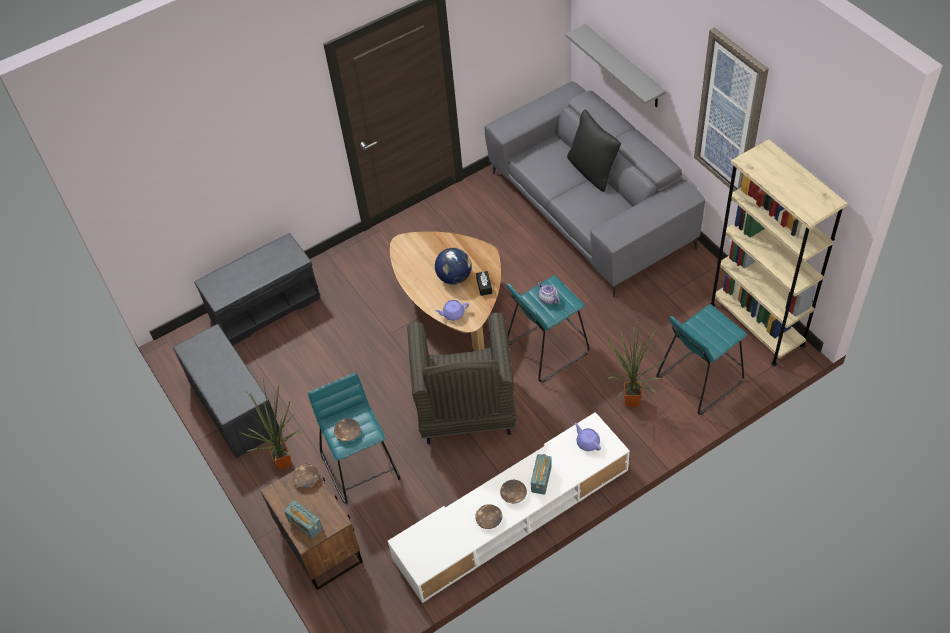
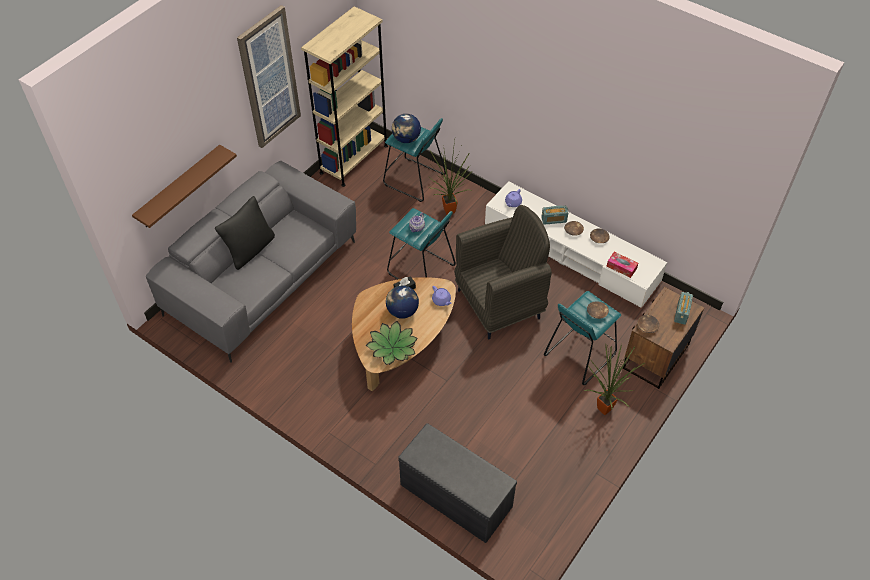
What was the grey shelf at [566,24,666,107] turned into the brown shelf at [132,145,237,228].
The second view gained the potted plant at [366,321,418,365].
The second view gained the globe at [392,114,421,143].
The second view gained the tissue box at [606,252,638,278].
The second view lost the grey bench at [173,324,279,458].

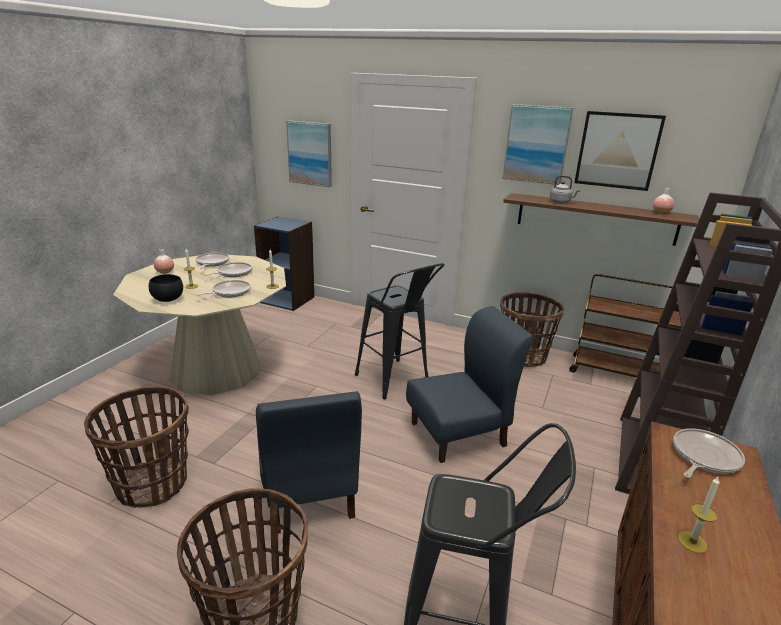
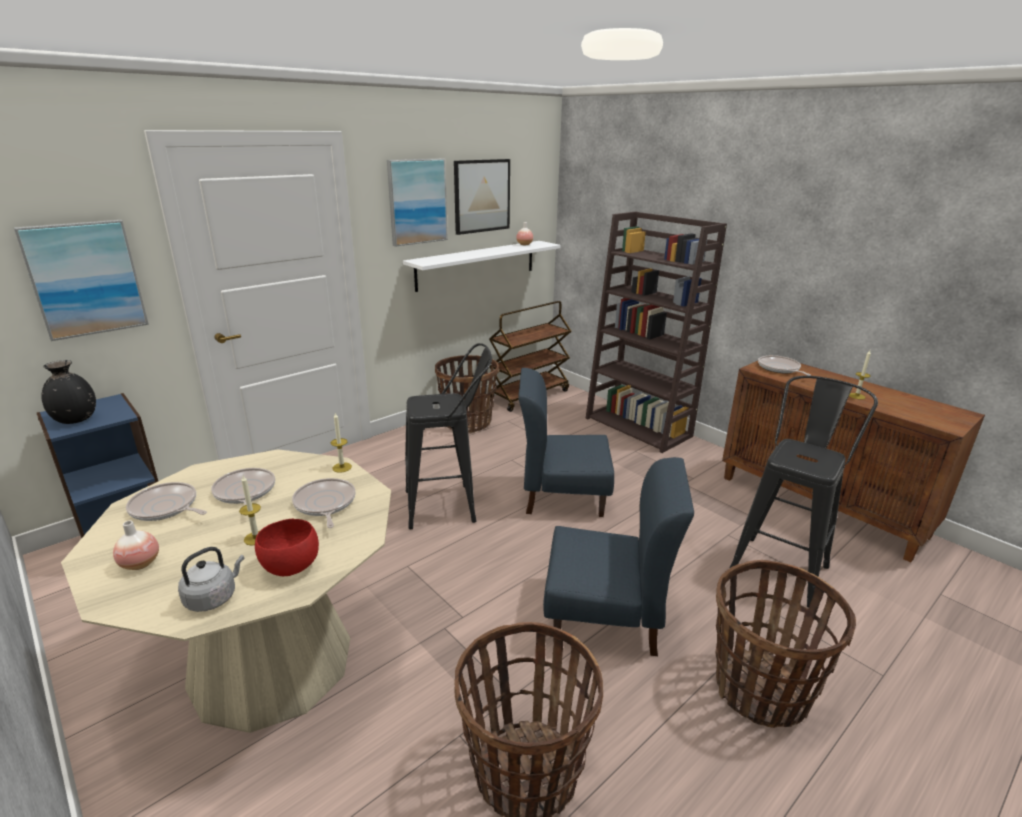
The second view gained the black vase at [41,360,96,424].
The grey kettle ended up elsewhere, having gone from [550,175,580,203] to [178,547,244,612].
What was the black bowl at [149,274,183,302] turned into the red bowl at [255,519,319,576].
What was the brown shelf at [503,193,699,246] turned into the white shelf at [403,241,561,292].
The blue chair at [406,306,533,463] ended up facing another way, 90 degrees counterclockwise from before.

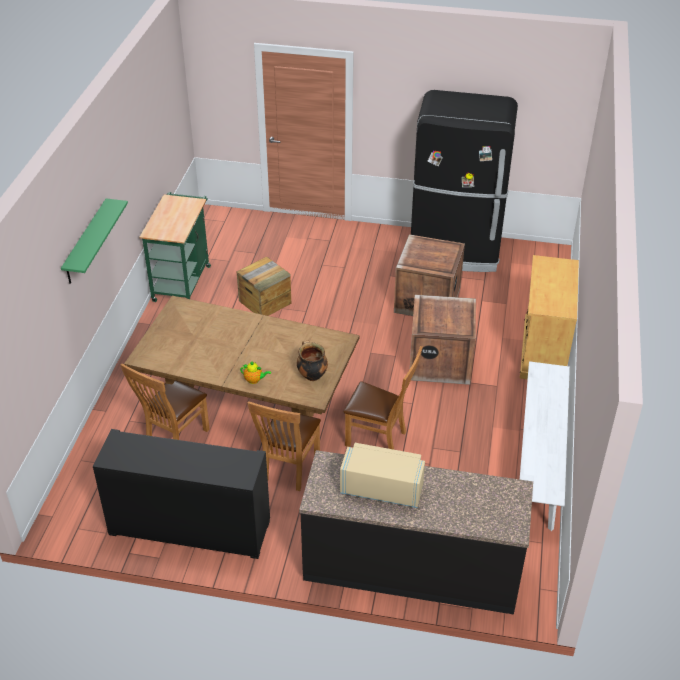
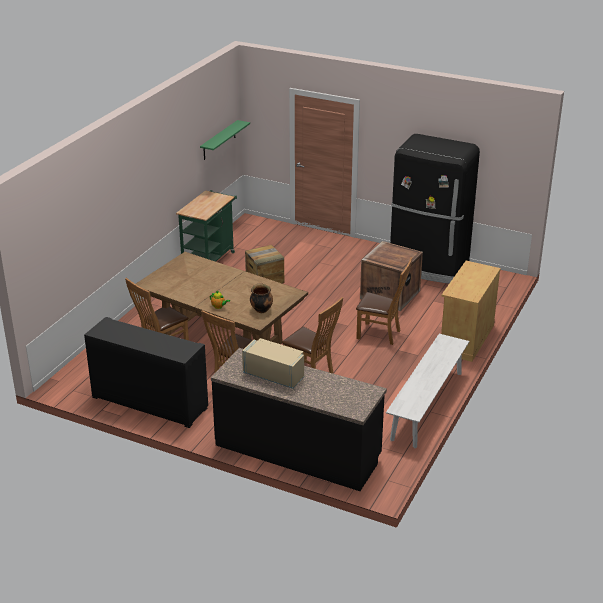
The green shelf ended up elsewhere, having gone from [61,199,128,284] to [200,120,250,160].
Where the crate stood at [410,295,476,385], the brown chair came to stand at [356,257,412,345].

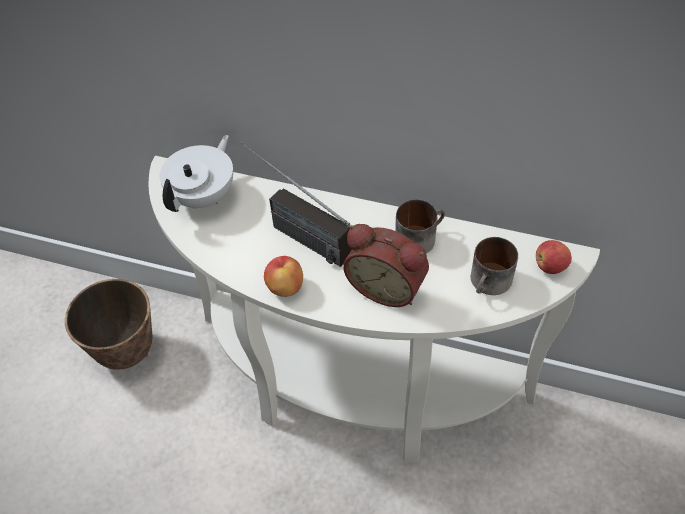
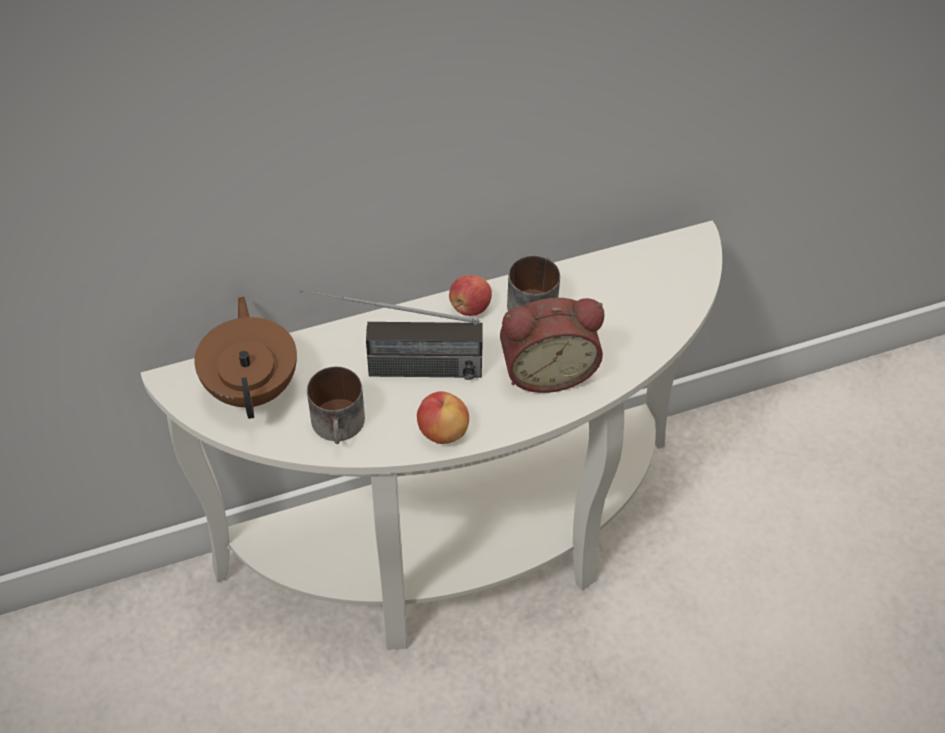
What was the white teapot at [160,135,233,212] turned into the brown teapot at [194,296,297,419].
The mug ended up elsewhere, having gone from [471,237,518,295] to [307,367,365,444].
The apple ended up elsewhere, having gone from [536,240,572,274] to [449,275,492,316].
The second view lost the planter at [65,279,152,370].

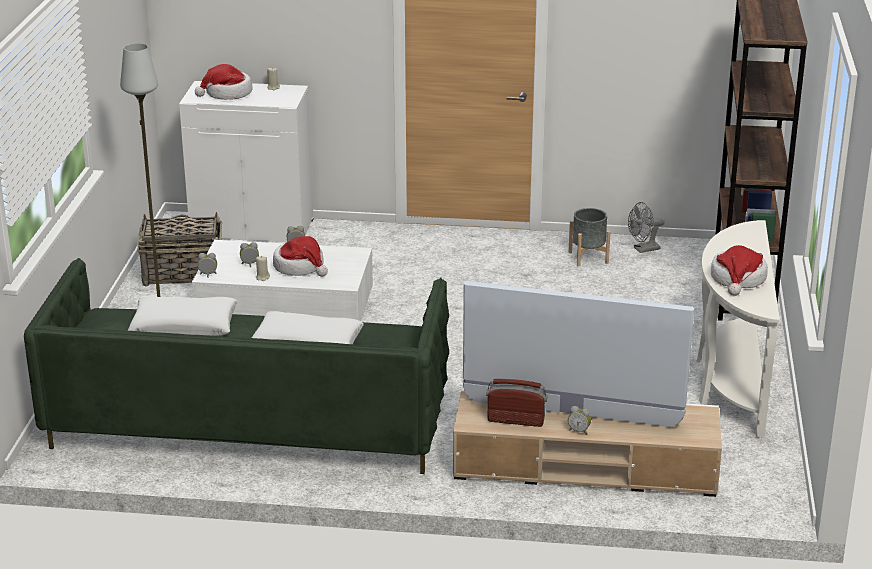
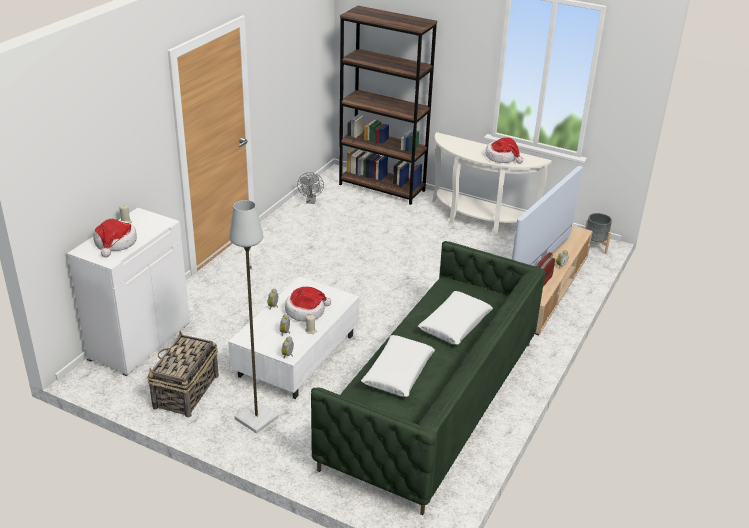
The grey planter ended up elsewhere, having gone from [568,208,611,267] to [585,213,612,254].

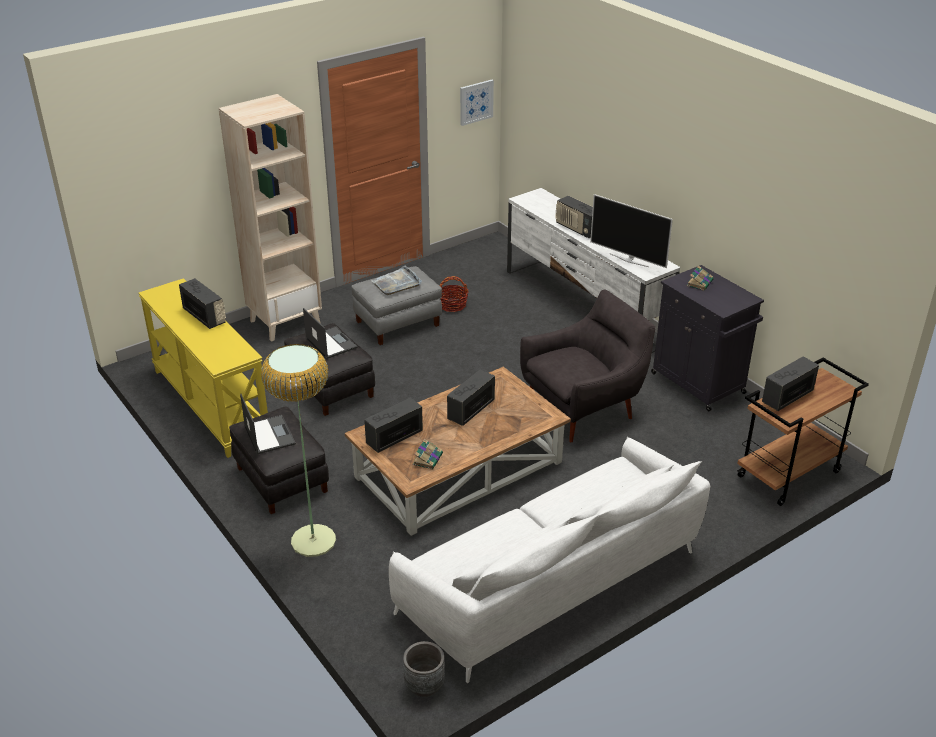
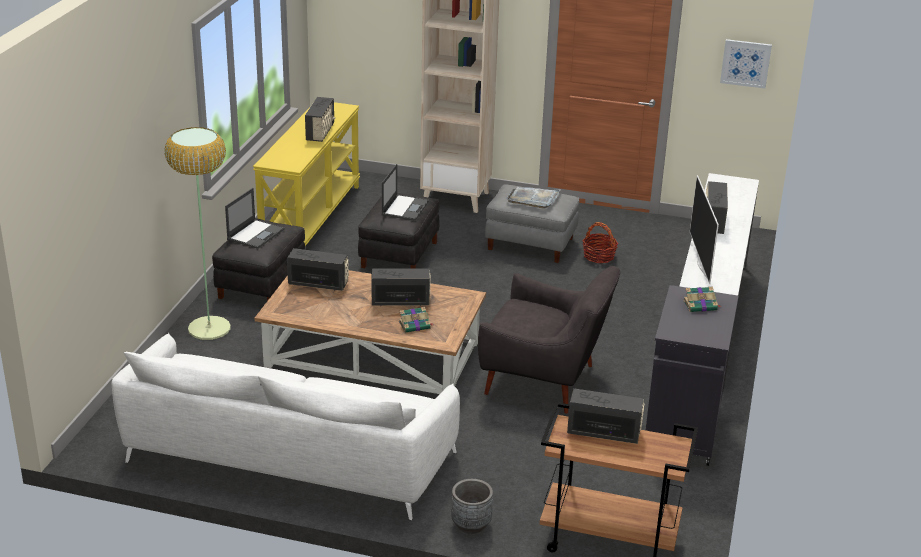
The book ended up elsewhere, having gone from [413,439,443,470] to [399,307,433,333].
The grey planter ended up elsewhere, having gone from [403,641,445,697] to [451,479,493,534].

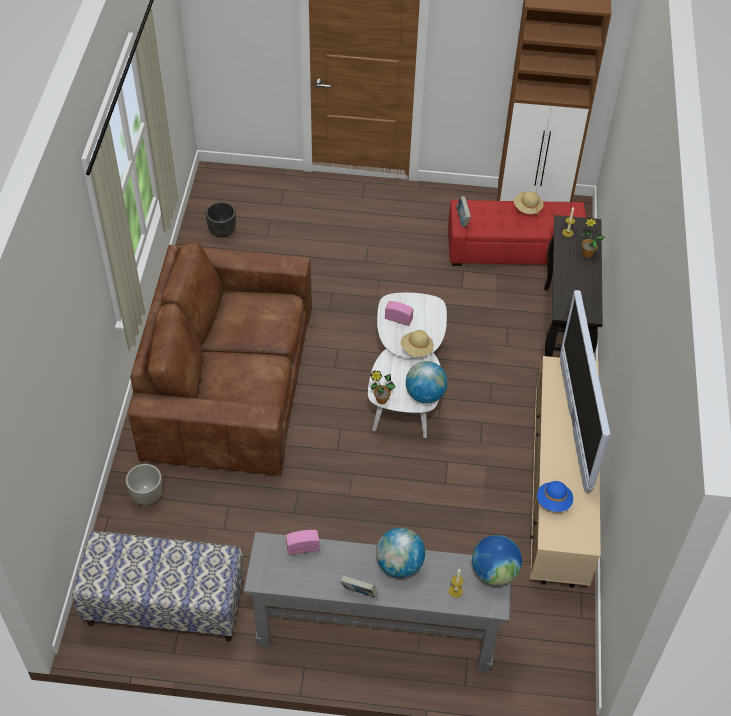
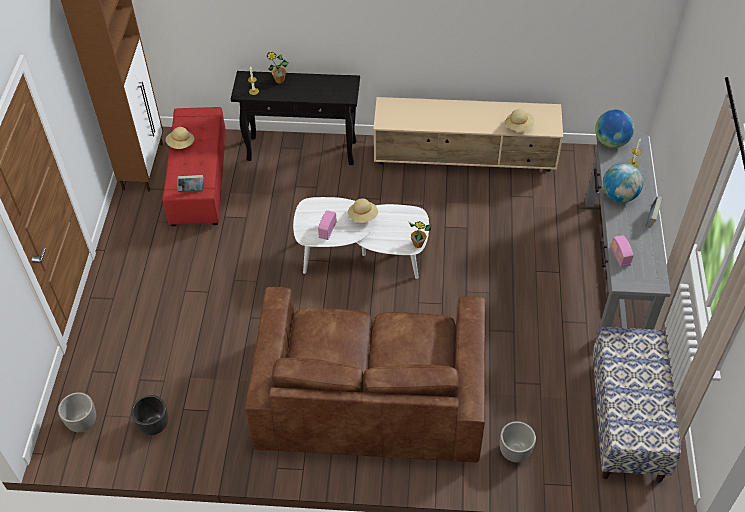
The second view gained the planter at [58,392,96,432].
What was the blue hat at [537,481,573,512] turned into the beige hat at [505,109,534,131].
The second view lost the globe at [406,361,448,403].
The second view lost the television at [560,290,610,492].

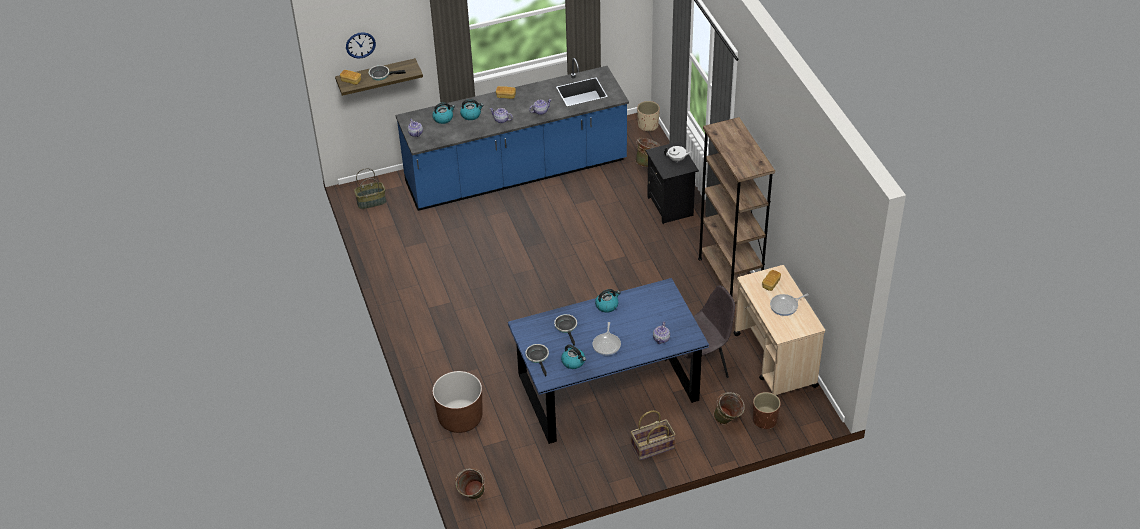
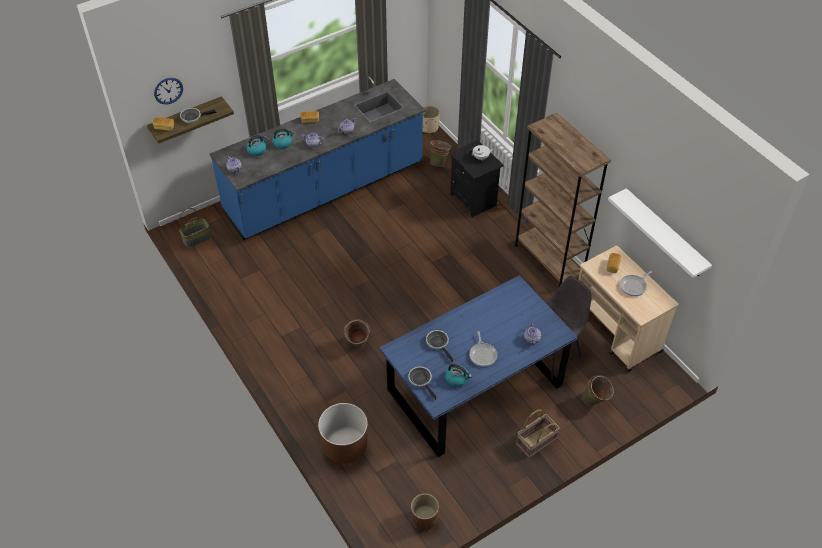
The green bucket ended up elsewhere, having gone from [455,468,485,499] to [344,319,370,346].
The brown planter ended up elsewhere, having gone from [753,392,781,429] to [411,493,439,531].
The second view gained the white shelf at [608,188,712,278].
The second view lost the kettle at [595,289,621,313].

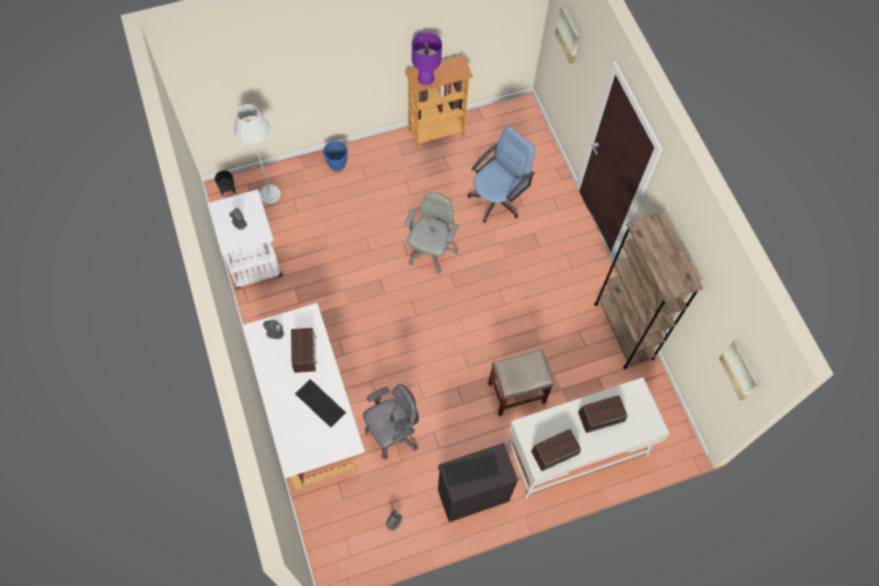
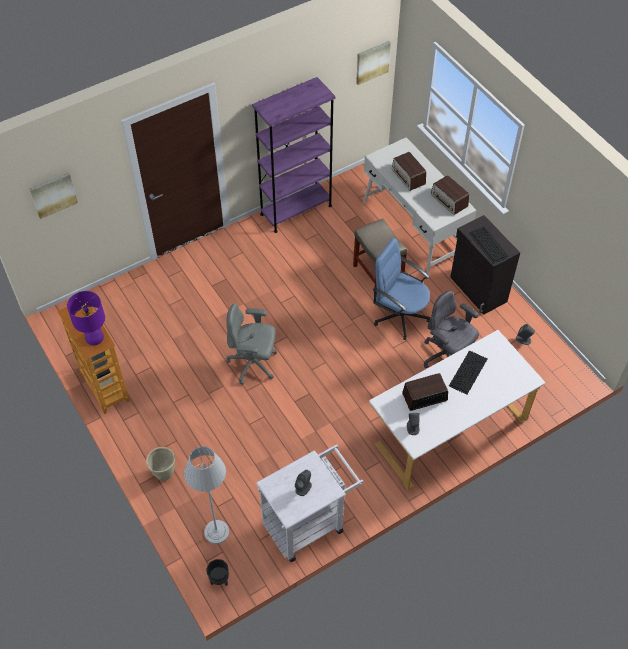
What was the blue planter at [323,141,348,172] turned into the beige planter at [146,447,175,481].
What was the brown bookcase at [594,212,703,369] turned into the purple bookcase at [252,77,336,233].
The blue office chair ended up elsewhere, having gone from [467,126,535,223] to [373,238,430,340].

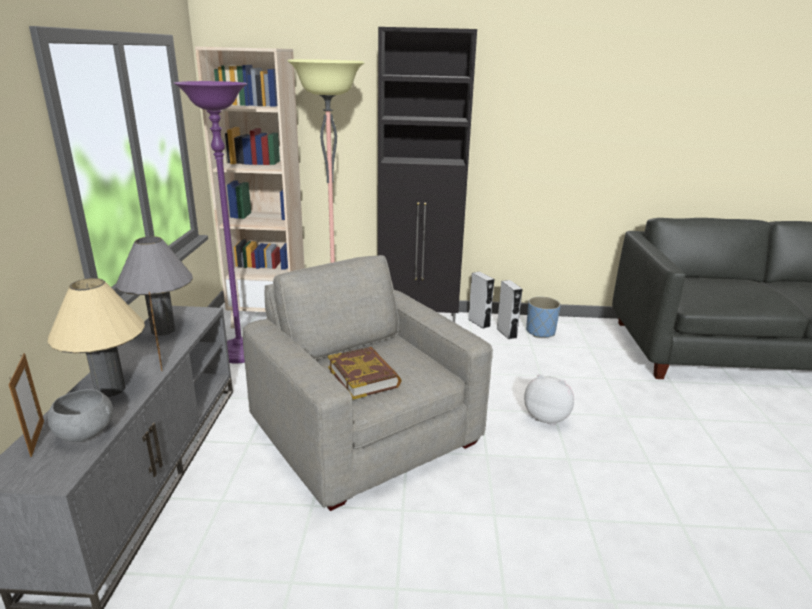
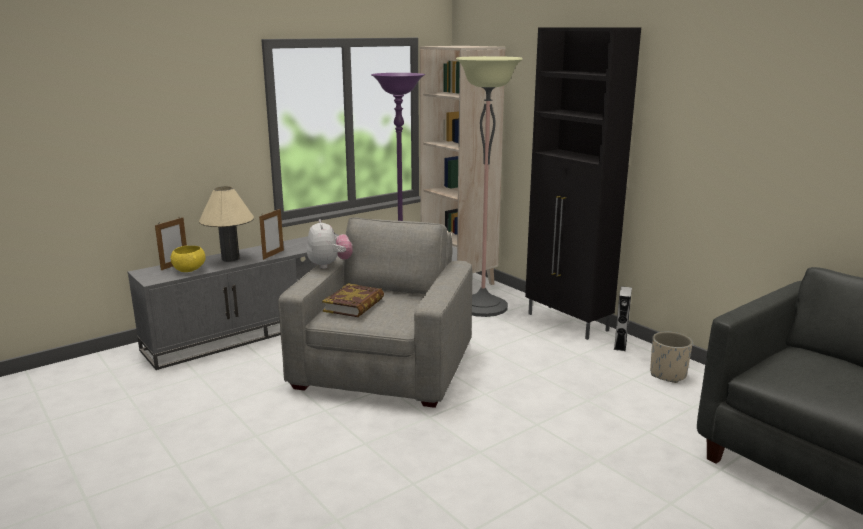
What was the grey bowl at [48,389,113,442] turned into the yellow bowl at [170,246,206,272].
The plush toy ended up elsewhere, having gone from [524,374,574,425] to [307,219,353,269].
What was the blue planter at [526,297,561,337] turned into the beige planter at [650,332,693,383].
The second view lost the grey table lamp at [116,236,193,336].
The second view lost the grey speaker at [496,280,522,339].

